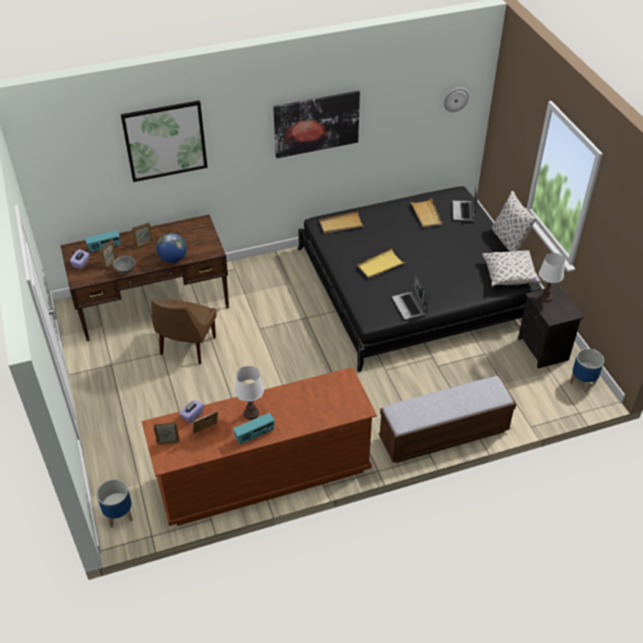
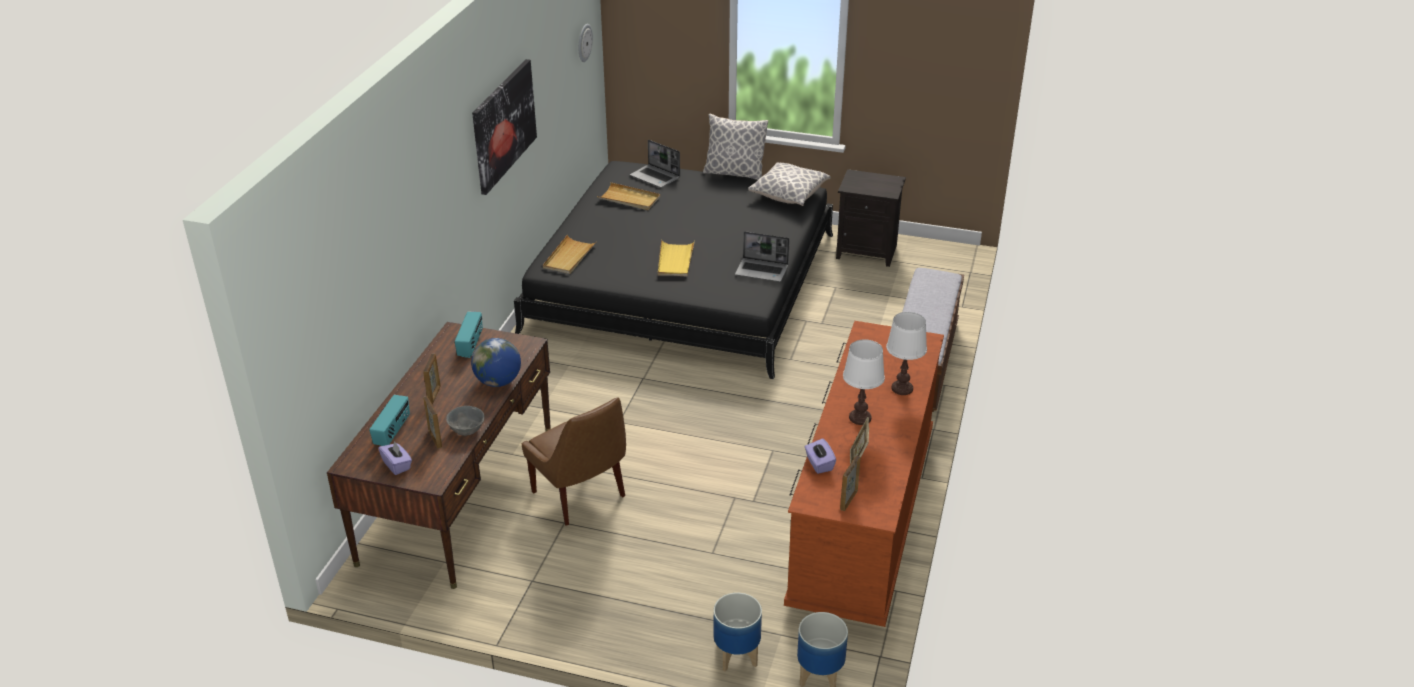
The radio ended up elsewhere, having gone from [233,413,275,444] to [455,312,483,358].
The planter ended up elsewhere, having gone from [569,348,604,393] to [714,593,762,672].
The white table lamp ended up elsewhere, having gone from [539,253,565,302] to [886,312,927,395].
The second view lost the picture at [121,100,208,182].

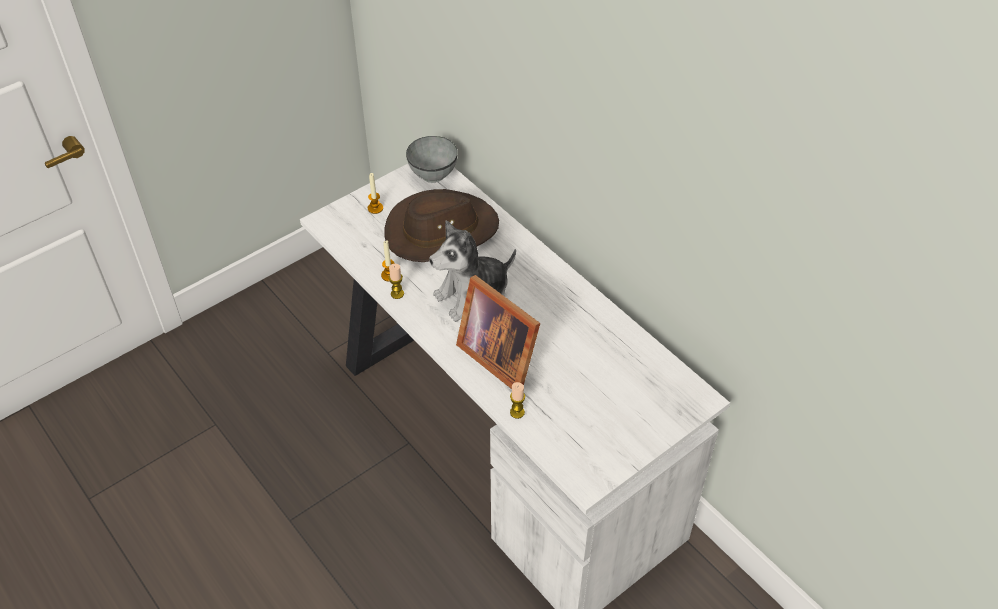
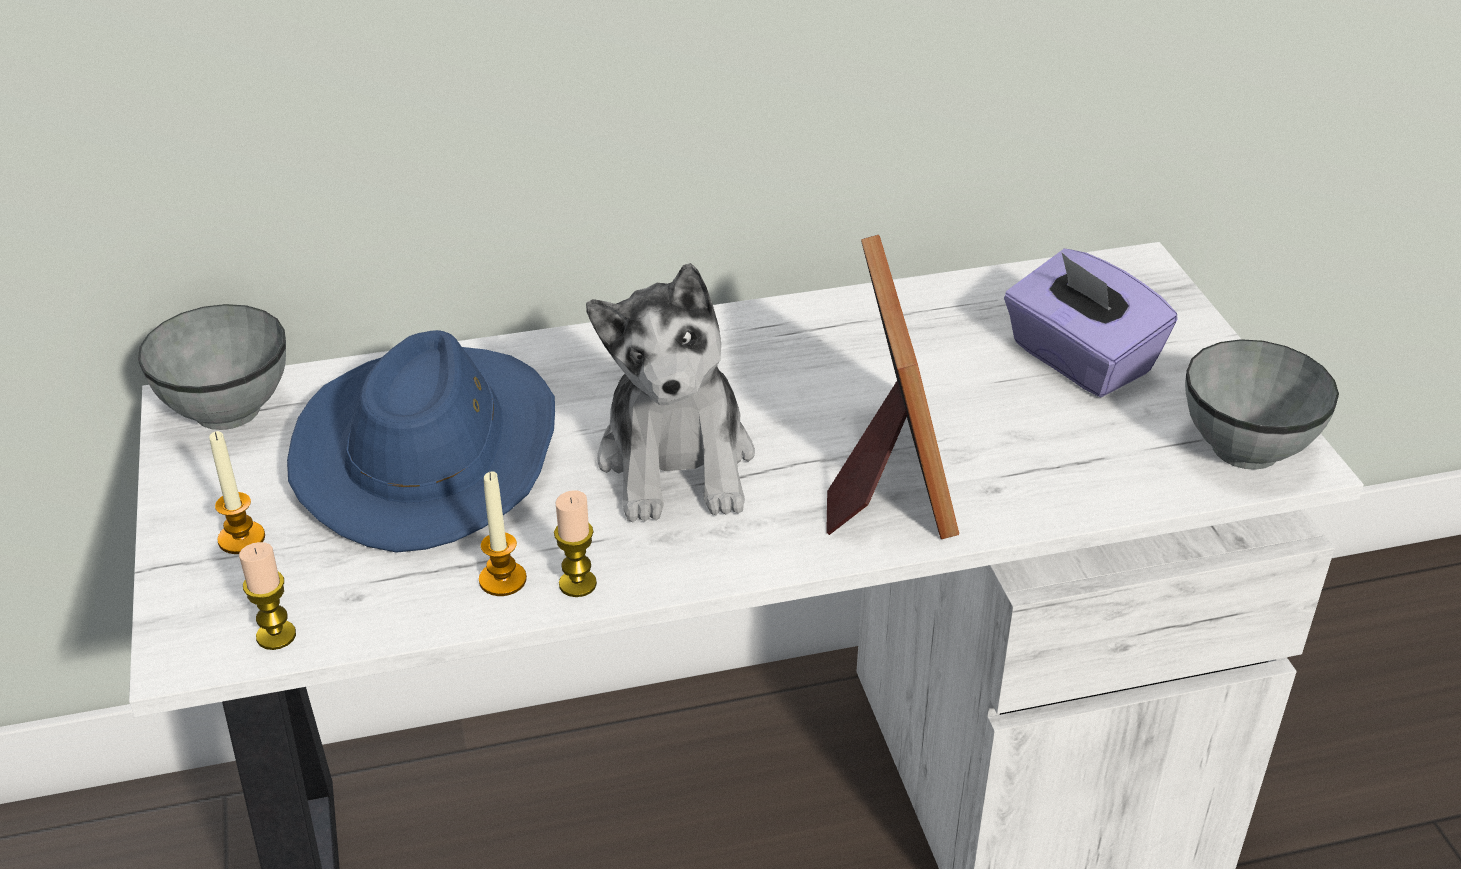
The candle ended up elsewhere, having gone from [510,382,525,419] to [239,542,296,650].
What was the brown hat at [384,189,499,262] turned into the blue hat at [287,330,555,553].
The picture frame at [456,275,540,389] ended up facing another way, 75 degrees counterclockwise from before.
The second view gained the purple tissue box at [1004,248,1178,397].
The second view gained the grey bowl at [1185,339,1339,470].

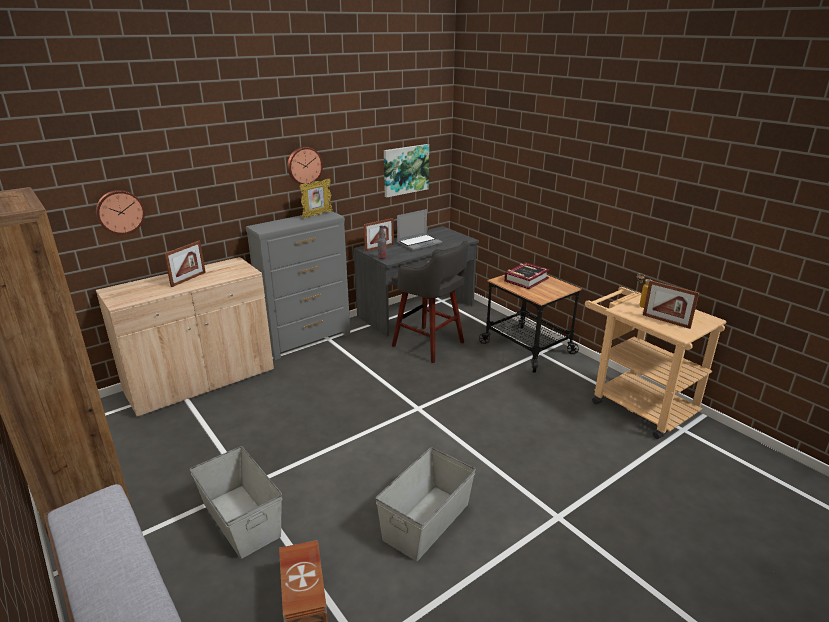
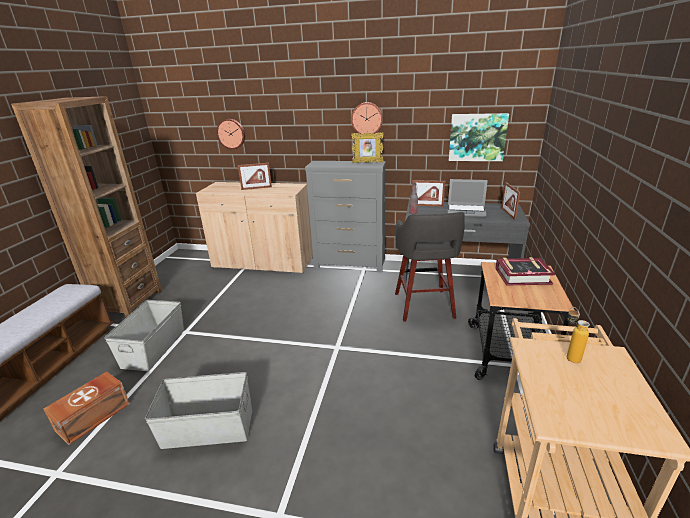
The picture frame ended up elsewhere, having gone from [643,280,699,329] to [501,182,520,220].

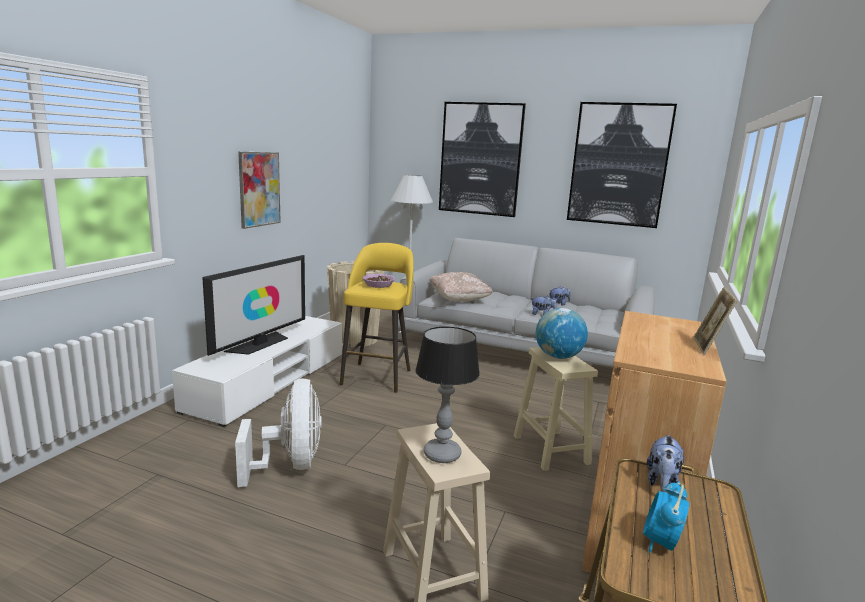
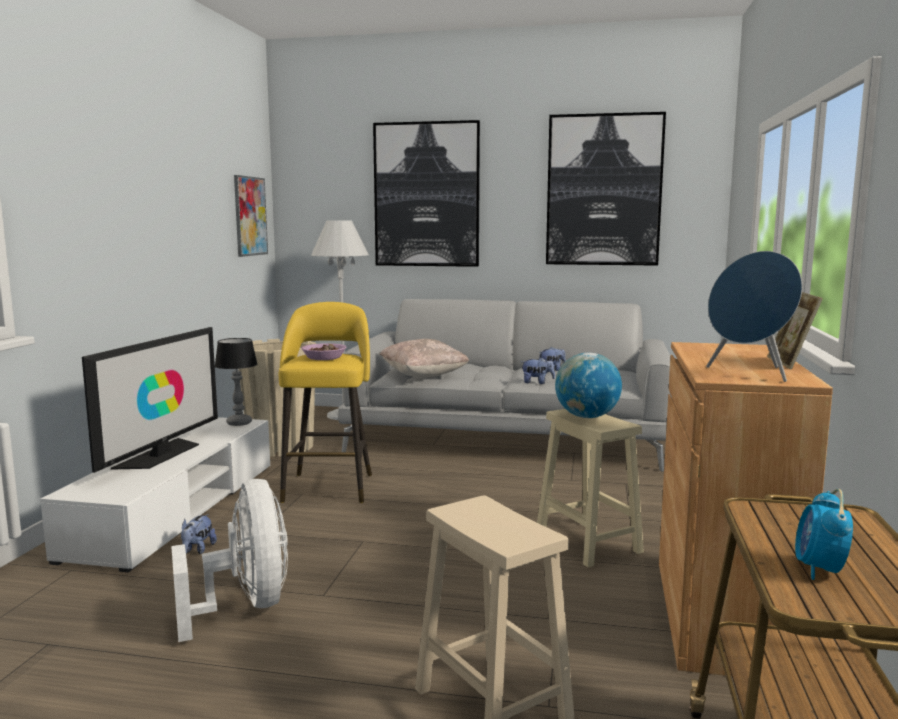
The plush toy ended up elsewhere, having gone from [647,434,684,492] to [181,514,217,554].
The table lamp ended up elsewhere, having gone from [416,327,480,463] to [215,338,257,426].
The picture ended up elsewhere, having gone from [238,152,281,229] to [234,175,268,257].
The second view gained the blue speaker at [706,251,802,382].

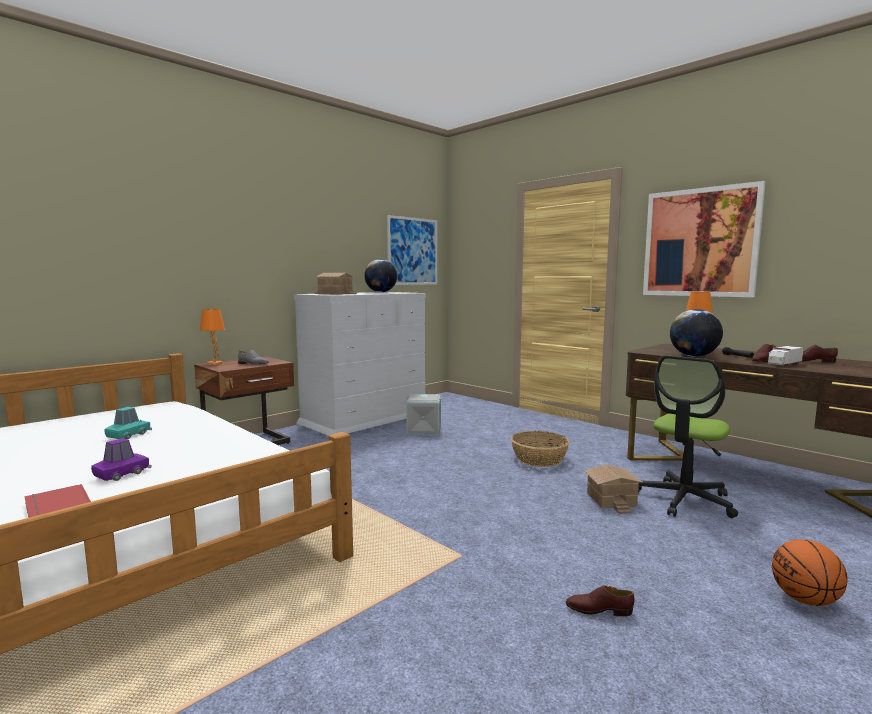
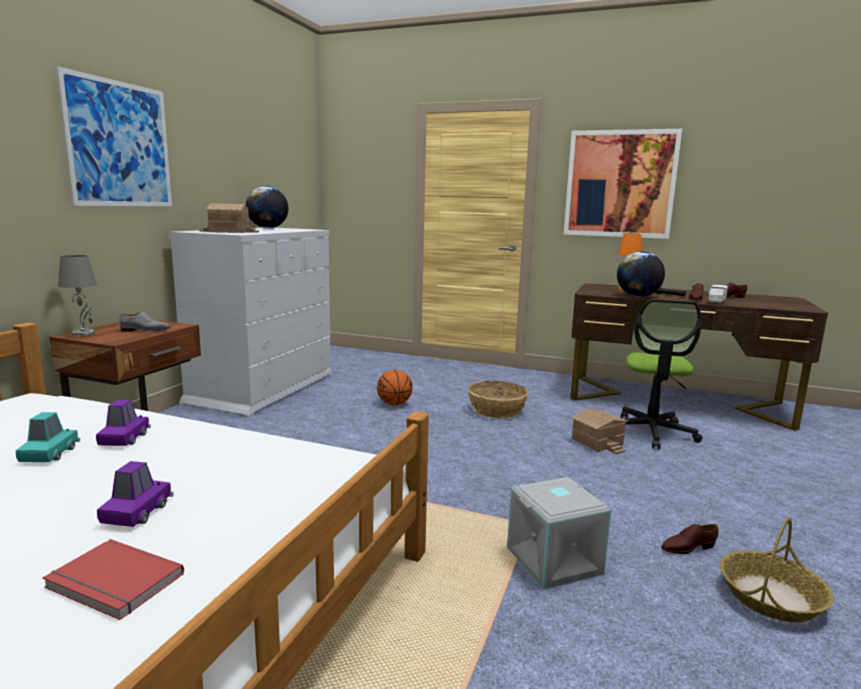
The picture ended up elsewhere, having gone from [387,215,437,285] to [55,66,172,206].
What was the orange table lamp at [200,309,225,365] turned into the grey table lamp at [58,255,97,336].
The second view gained the purple toy car at [96,400,151,446].
The basketball ended up elsewhere, having gone from [772,539,848,606] to [377,370,413,405].
The grey storage box ended up elsewhere, having gone from [406,394,442,435] to [507,477,612,590].
The second view gained the basket at [720,518,834,622].

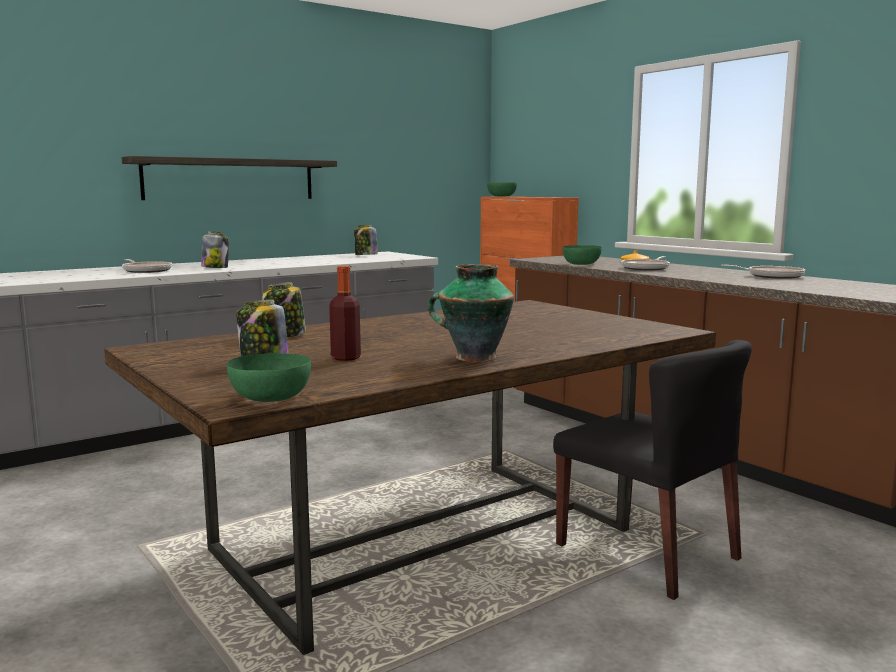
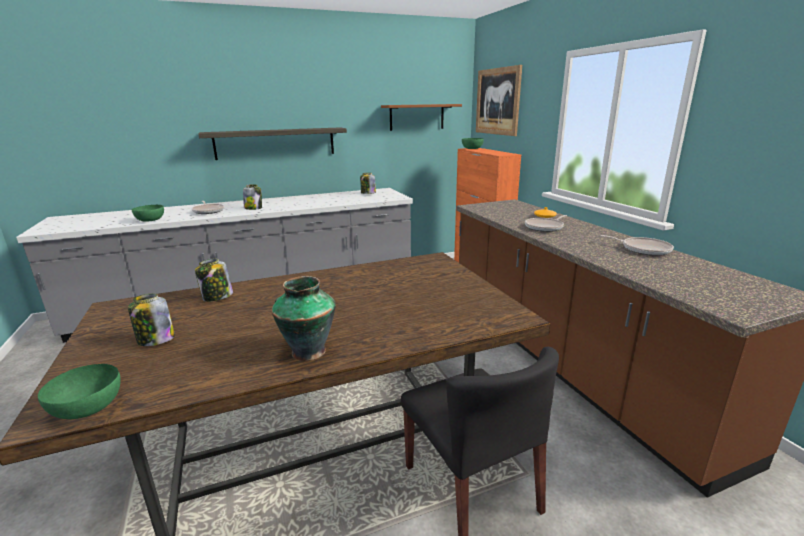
The green bowl ended up elsewhere, having gone from [562,245,602,265] to [132,205,164,222].
The second view gained the brown shelf at [381,104,462,131].
The second view gained the picture at [476,65,522,136].
The second view lost the bottle at [329,266,361,361].

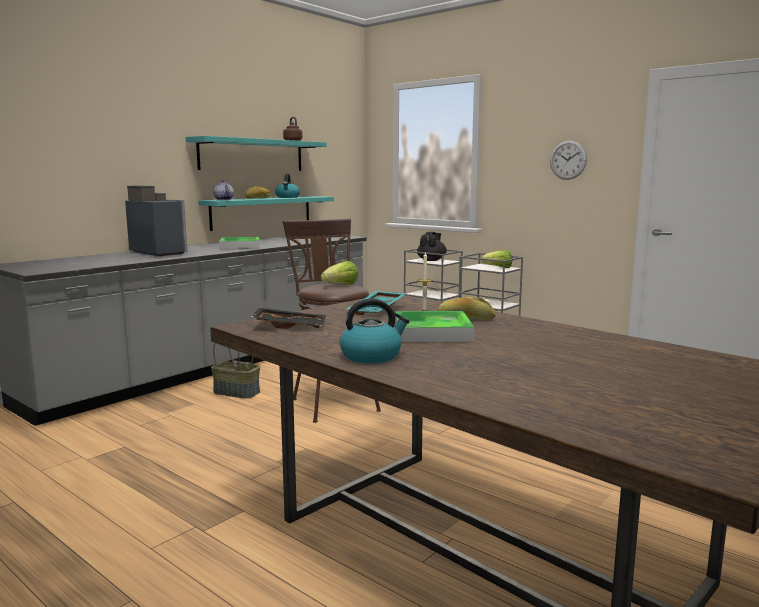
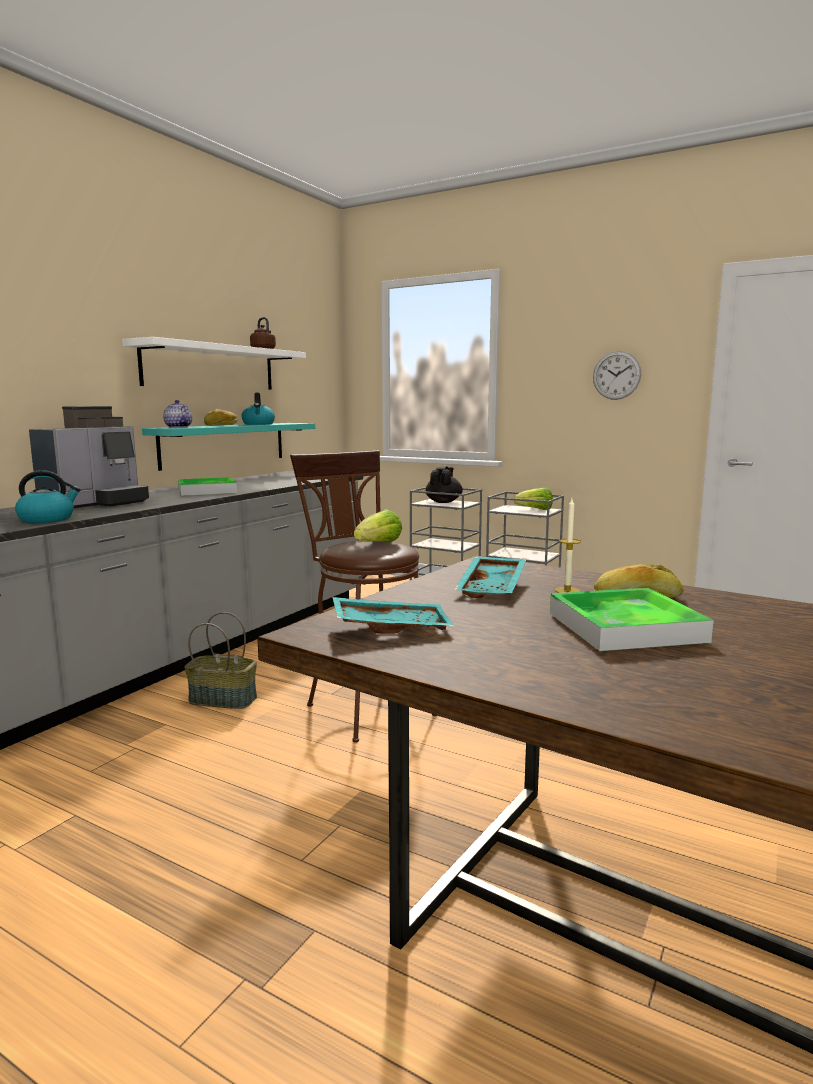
The kettle ended up elsewhere, having gone from [340,299,409,363] to [15,470,81,523].
The coffee machine at [125,186,187,256] ended up facing another way, 90 degrees clockwise from before.
What was the turquoise shelf at [186,136,327,171] turned into the white shelf at [122,337,306,389].
What was the black tray at [251,307,326,329] turned into the turquoise tray at [332,597,454,634].

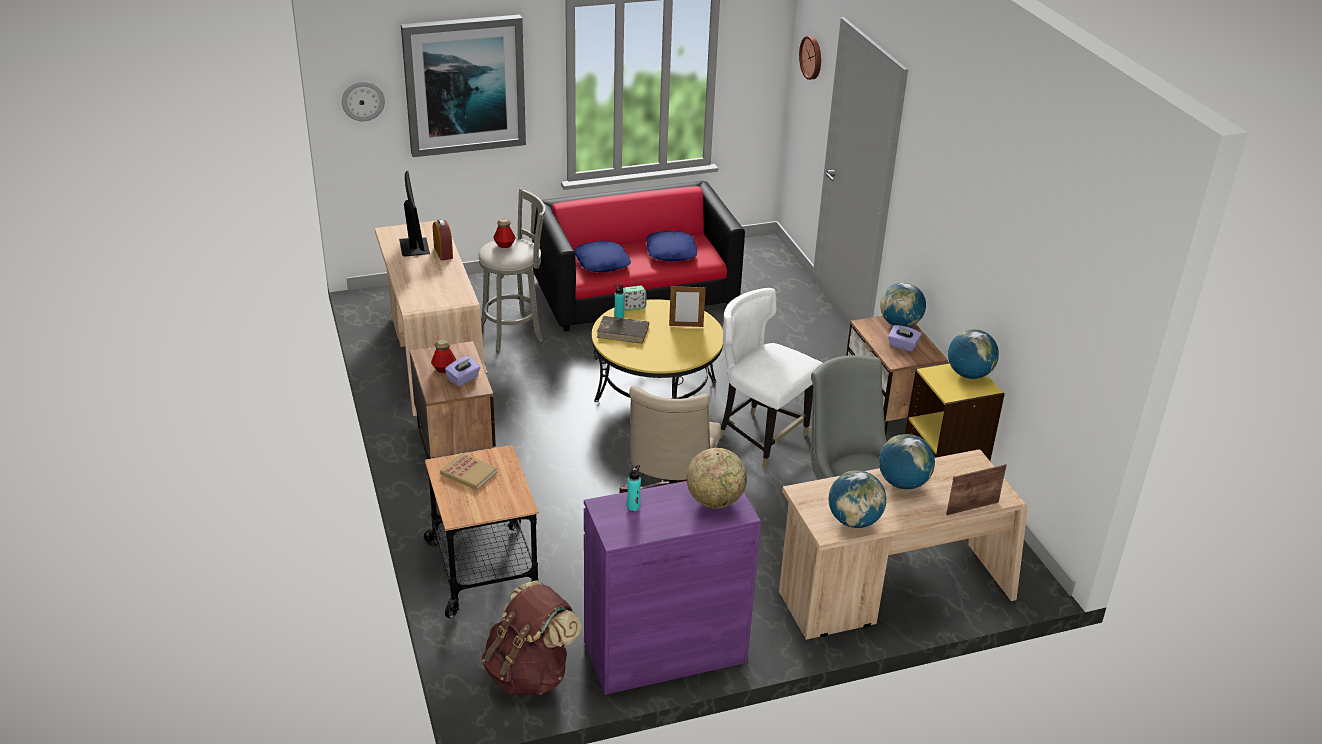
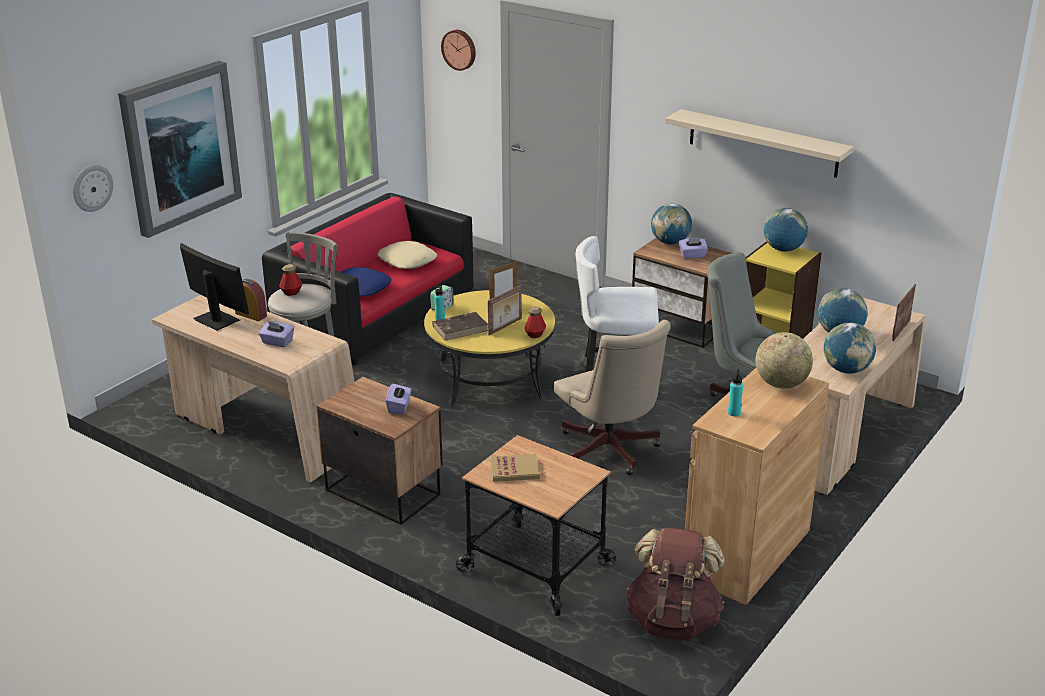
The second view gained the purple tissue box at [259,321,294,347].
What was the blue pillow at [646,231,697,261] turned into the beige pillow at [378,241,437,269].
The second view gained the picture frame at [488,285,522,335].
The bottle ended up elsewhere, having gone from [431,340,456,373] to [525,306,546,338].
The second view gained the beige shelf at [665,109,854,178].
What was the purple cabinet at [584,481,761,695] turned into the brown cabinet at [685,367,829,605].

